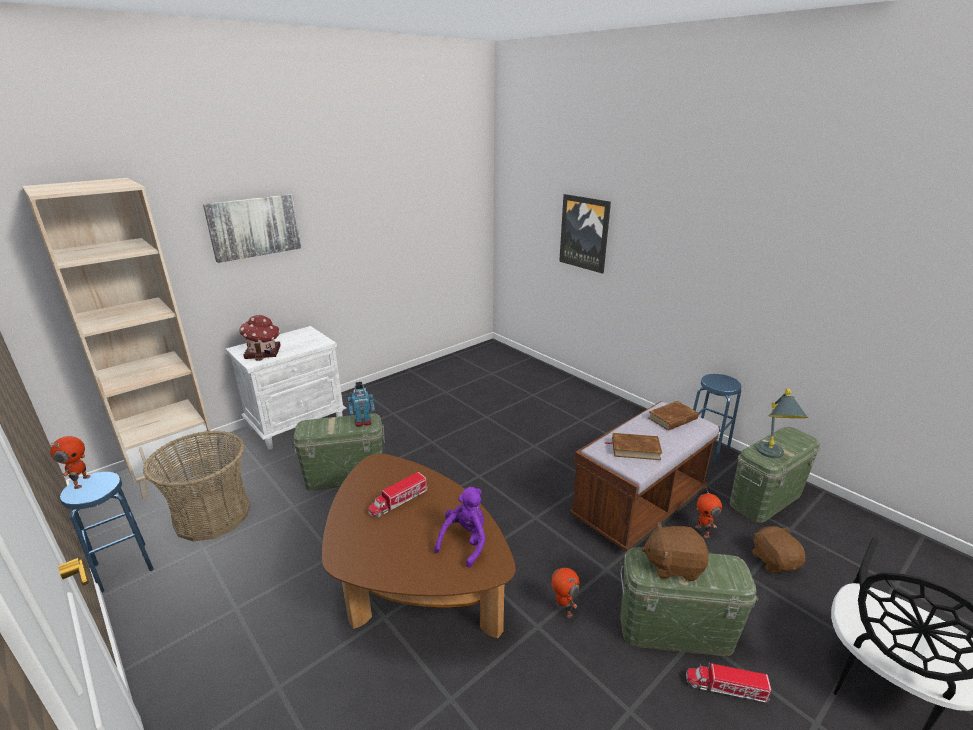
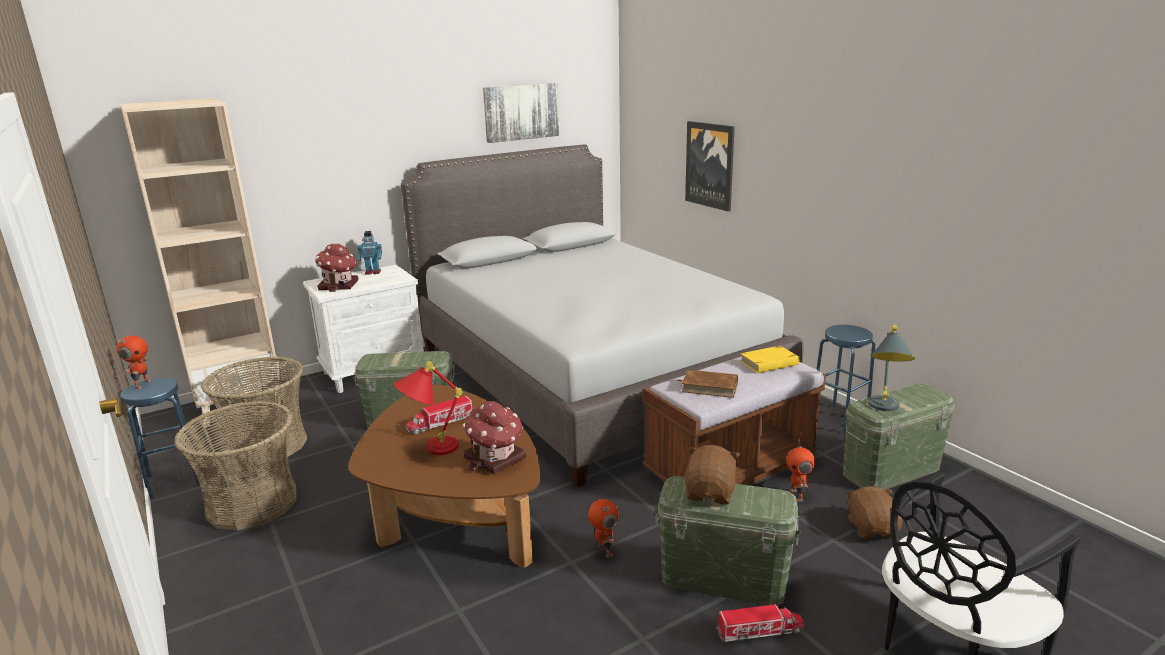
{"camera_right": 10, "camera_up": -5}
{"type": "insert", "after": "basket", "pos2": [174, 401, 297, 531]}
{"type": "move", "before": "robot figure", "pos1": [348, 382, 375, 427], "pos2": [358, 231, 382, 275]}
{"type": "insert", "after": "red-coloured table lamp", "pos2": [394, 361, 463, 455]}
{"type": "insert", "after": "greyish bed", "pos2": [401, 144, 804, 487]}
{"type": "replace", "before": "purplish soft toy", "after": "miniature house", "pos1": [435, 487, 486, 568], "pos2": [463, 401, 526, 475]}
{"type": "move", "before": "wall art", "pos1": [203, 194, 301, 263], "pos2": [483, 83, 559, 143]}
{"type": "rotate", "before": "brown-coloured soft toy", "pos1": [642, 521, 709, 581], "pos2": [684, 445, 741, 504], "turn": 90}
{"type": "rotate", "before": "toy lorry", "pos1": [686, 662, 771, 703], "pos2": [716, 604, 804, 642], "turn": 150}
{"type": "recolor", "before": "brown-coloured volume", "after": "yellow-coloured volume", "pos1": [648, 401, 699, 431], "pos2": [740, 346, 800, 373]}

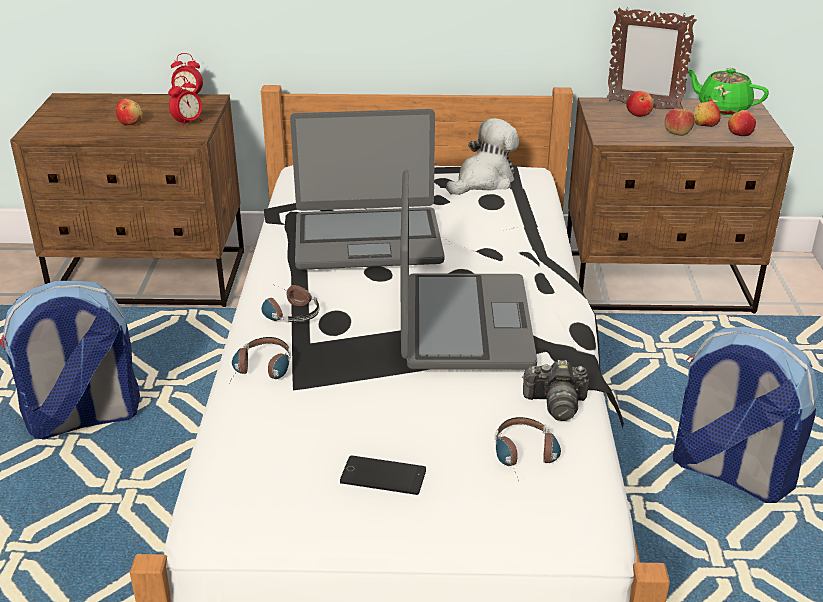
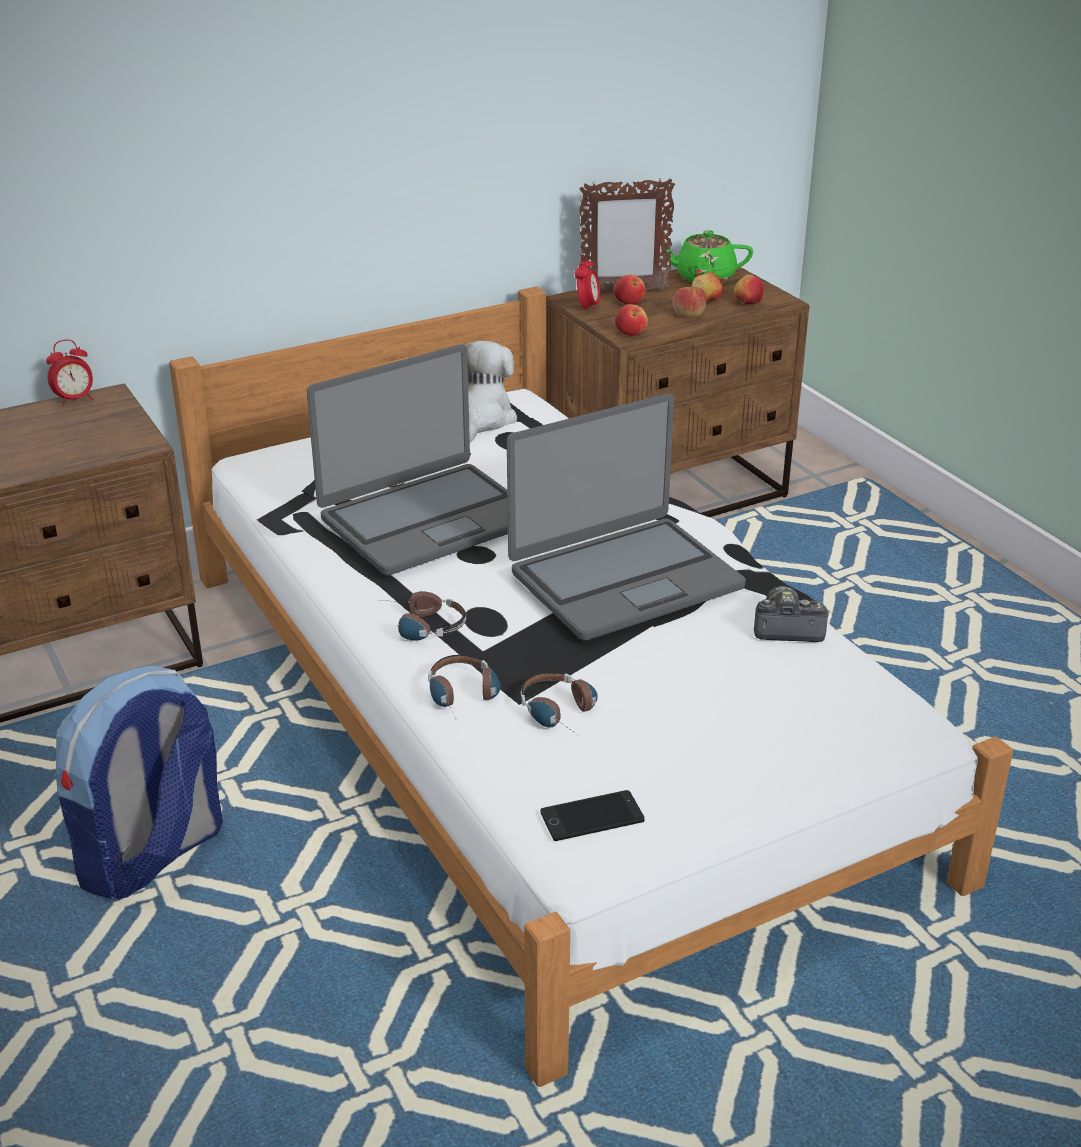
{"camera_right": -30, "camera_up": 0}
{"type": "rotate", "before": "portable computer", "pos1": [400, 169, 537, 370], "pos2": [507, 393, 746, 641], "turn": 90}
{"type": "move", "before": "pair of headphones", "pos1": [494, 417, 561, 481], "pos2": [521, 673, 598, 734]}
{"type": "move", "before": "handset", "pos1": [340, 456, 426, 495], "pos2": [541, 790, 645, 841]}
{"type": "move", "before": "table clock", "pos1": [168, 76, 202, 128], "pos2": [575, 254, 600, 313]}
{"type": "move", "before": "whole apple", "pos1": [116, 99, 143, 125], "pos2": [615, 304, 648, 336]}
{"type": "rotate", "before": "photo camera", "pos1": [522, 360, 589, 421], "pos2": [754, 586, 830, 642], "turn": -150}
{"type": "delete", "before": "knapsack", "pos1": [673, 327, 818, 503]}

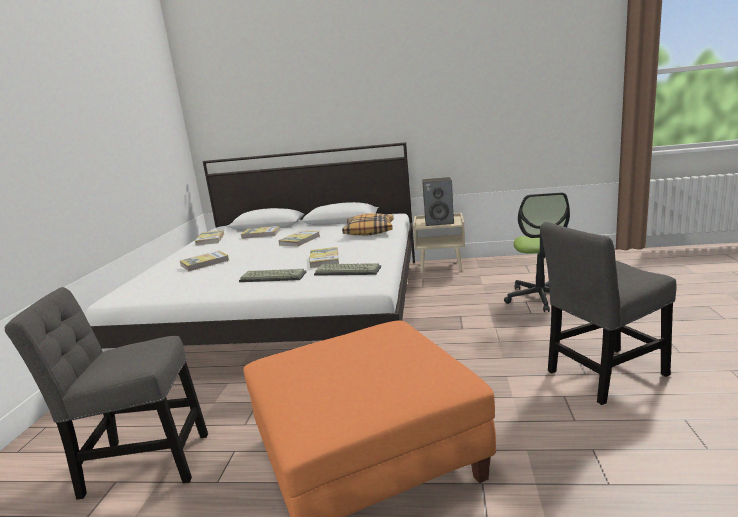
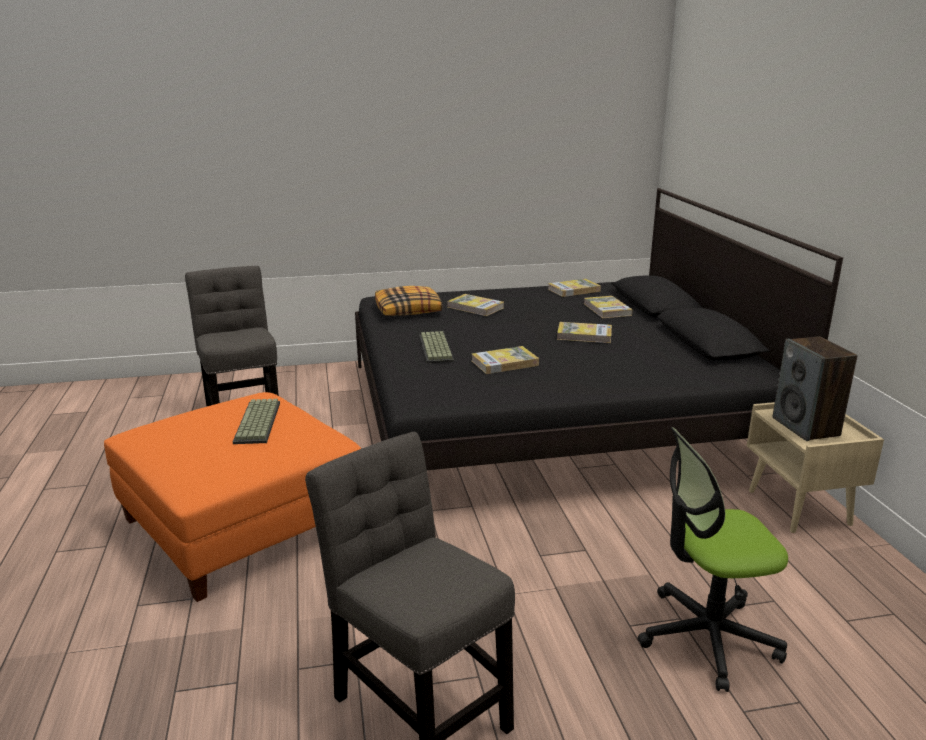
{"camera_right": 70, "camera_up": 5}
{"type": "move", "before": "computer keyboard", "pos1": [314, 263, 381, 276], "pos2": [233, 399, 280, 444]}
{"type": "recolor", "before": "whitish bed", "after": "black bed", "pos1": [86, 142, 415, 349], "pos2": [355, 188, 843, 470]}
{"type": "move", "before": "throw pillow", "pos1": [342, 213, 393, 236], "pos2": [375, 286, 443, 316]}

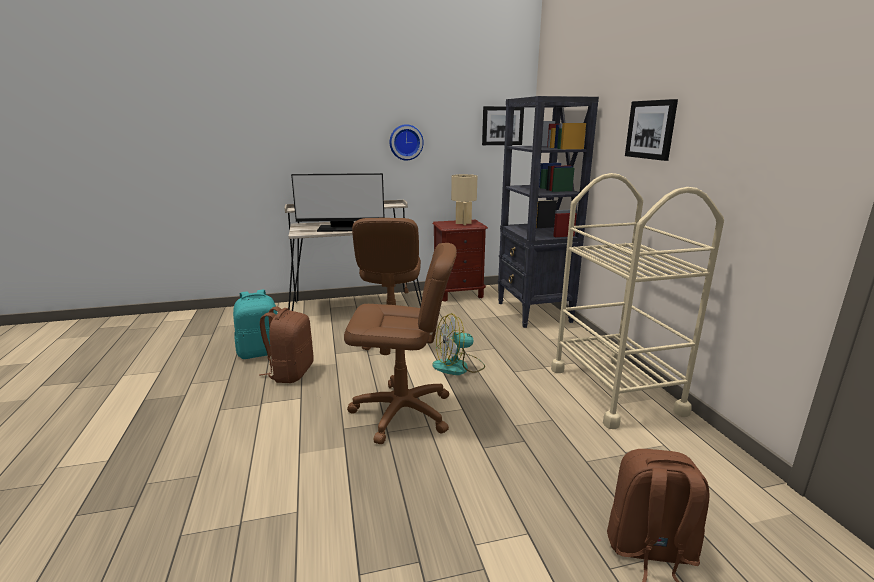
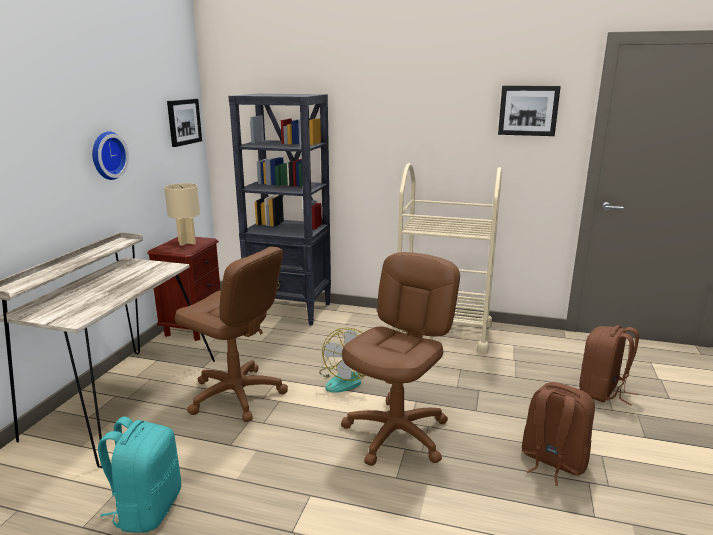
{"camera_right": -60, "camera_up": 0}
{"type": "move", "before": "wall art", "pos1": [625, 99, 678, 161], "pos2": [498, 86, 561, 136]}
{"type": "move", "before": "brown-coloured knapsack", "pos1": [259, 306, 314, 383], "pos2": [521, 382, 595, 486]}
{"type": "delete", "before": "computer display", "pos1": [291, 173, 385, 232]}

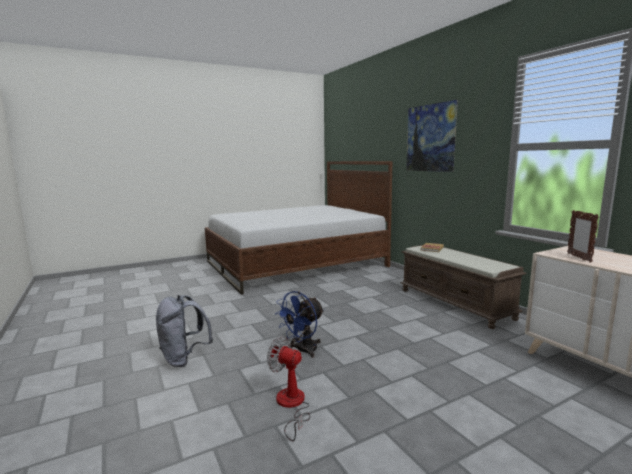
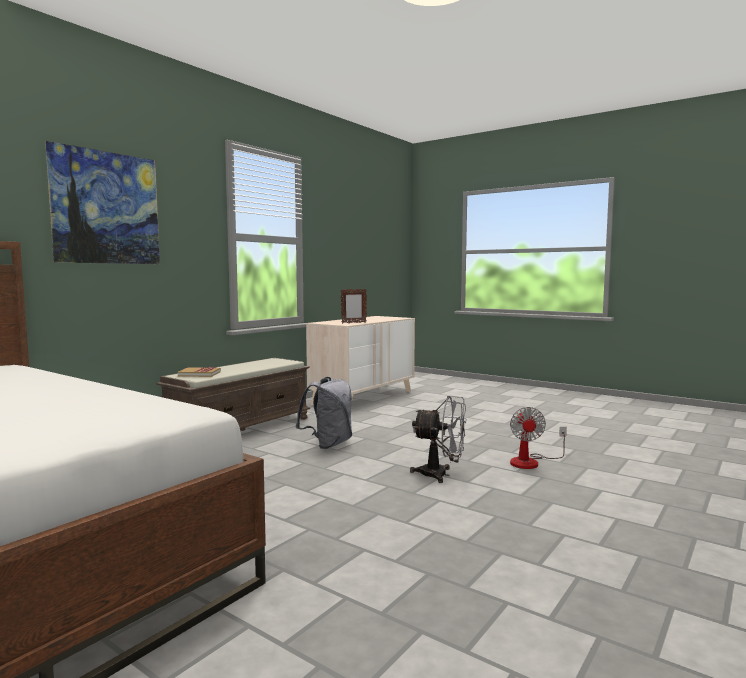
{"camera_right": -115, "camera_up": -5}
{"type": "move", "before": "greyish knapsack", "pos1": [156, 295, 213, 367], "pos2": [296, 377, 352, 449]}
{"type": "recolor", "before": "bluish fan", "after": "greyish fan", "pos1": [275, 291, 324, 358], "pos2": [410, 396, 467, 483]}

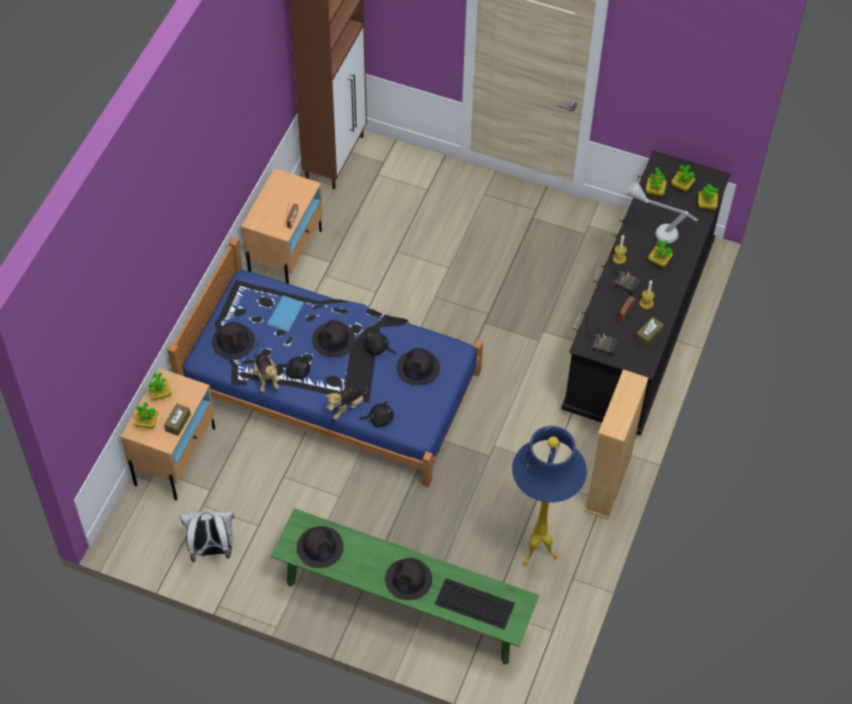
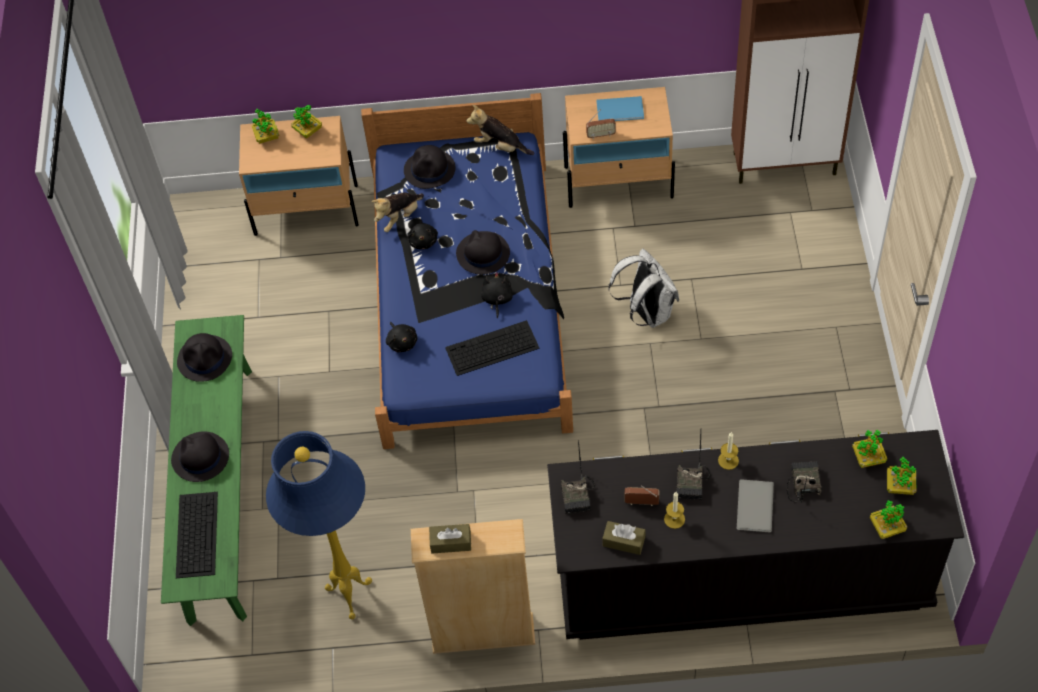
{"camera_right": 70, "camera_up": 0}
{"type": "move", "before": "brown-coloured box of tissues", "pos1": [164, 404, 191, 436], "pos2": [429, 524, 471, 553]}
{"type": "replace", "before": "black clothing hat", "after": "computer keyboard", "pos1": [396, 348, 440, 385], "pos2": [445, 320, 540, 376]}
{"type": "move", "before": "soft toy", "pos1": [326, 388, 369, 420], "pos2": [466, 105, 534, 155]}
{"type": "move", "before": "bluish volume", "pos1": [267, 296, 303, 332], "pos2": [596, 96, 644, 121]}
{"type": "move", "before": "whitish knapsack", "pos1": [180, 511, 235, 562], "pos2": [609, 249, 679, 328]}
{"type": "replace", "before": "plant in a pot", "after": "greyish volume", "pos1": [648, 241, 673, 268], "pos2": [737, 479, 774, 532]}
{"type": "replace", "before": "greyish table lamp", "after": "radio receiver", "pos1": [626, 182, 698, 243], "pos2": [787, 461, 822, 503]}

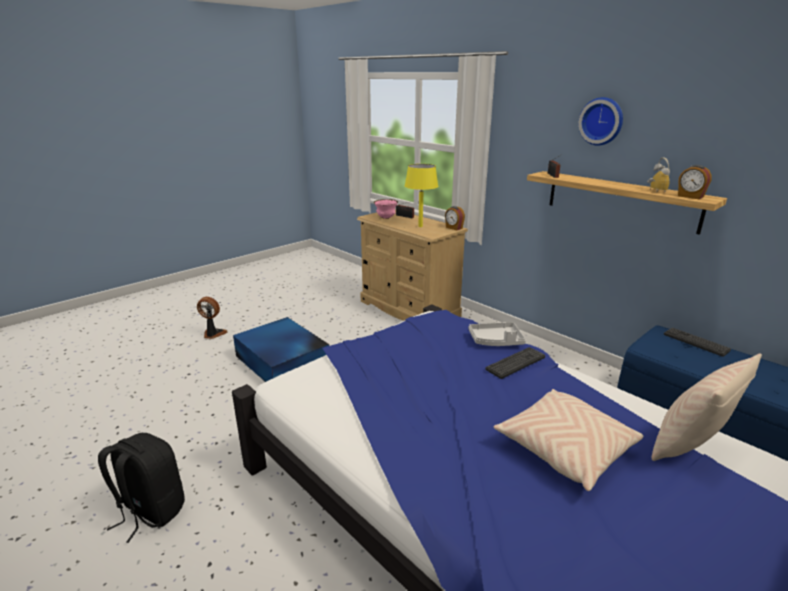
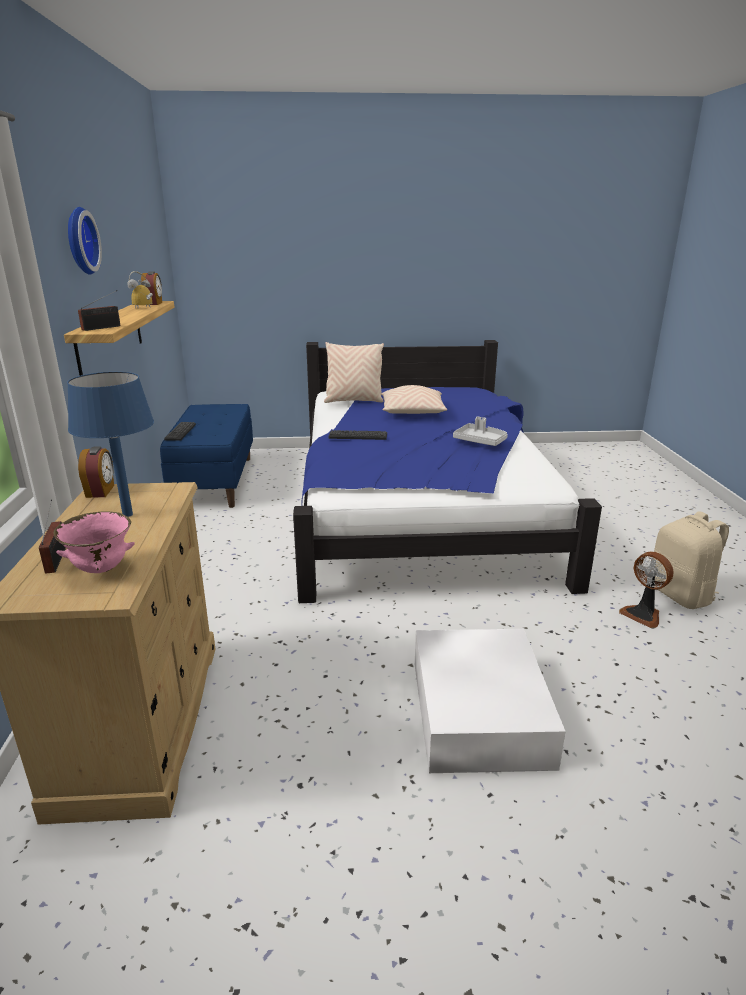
{"camera_right": -140, "camera_up": 0}
{"type": "recolor", "before": "yellow-coloured table lamp", "after": "bluish table lamp", "pos1": [405, 164, 438, 227], "pos2": [67, 372, 154, 517]}
{"type": "recolor", "before": "bluish storage container", "after": "whitish storage container", "pos1": [233, 317, 329, 382], "pos2": [415, 629, 566, 773]}
{"type": "move", "before": "greyish carrying tray", "pos1": [469, 322, 526, 346], "pos2": [453, 417, 508, 446]}
{"type": "move", "before": "fan", "pos1": [197, 297, 227, 339], "pos2": [619, 552, 673, 628]}
{"type": "recolor", "before": "black knapsack", "after": "sand-coloured knapsack", "pos1": [98, 433, 185, 543], "pos2": [652, 511, 729, 609]}

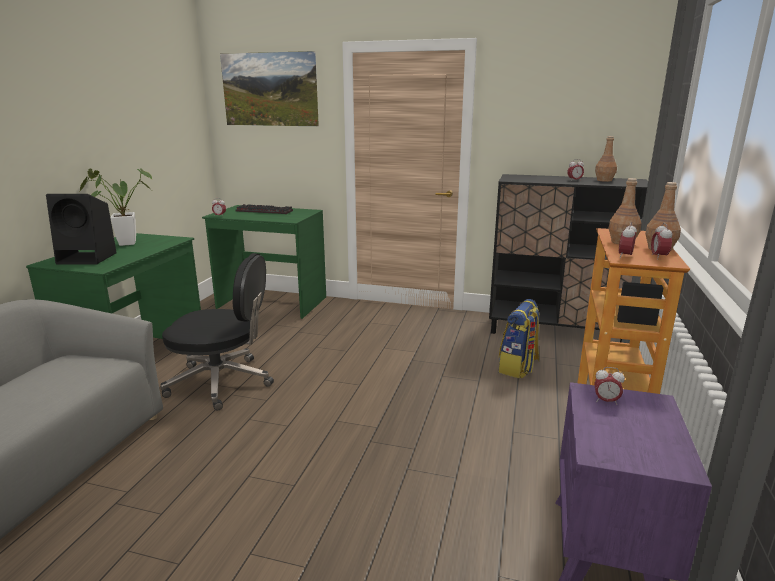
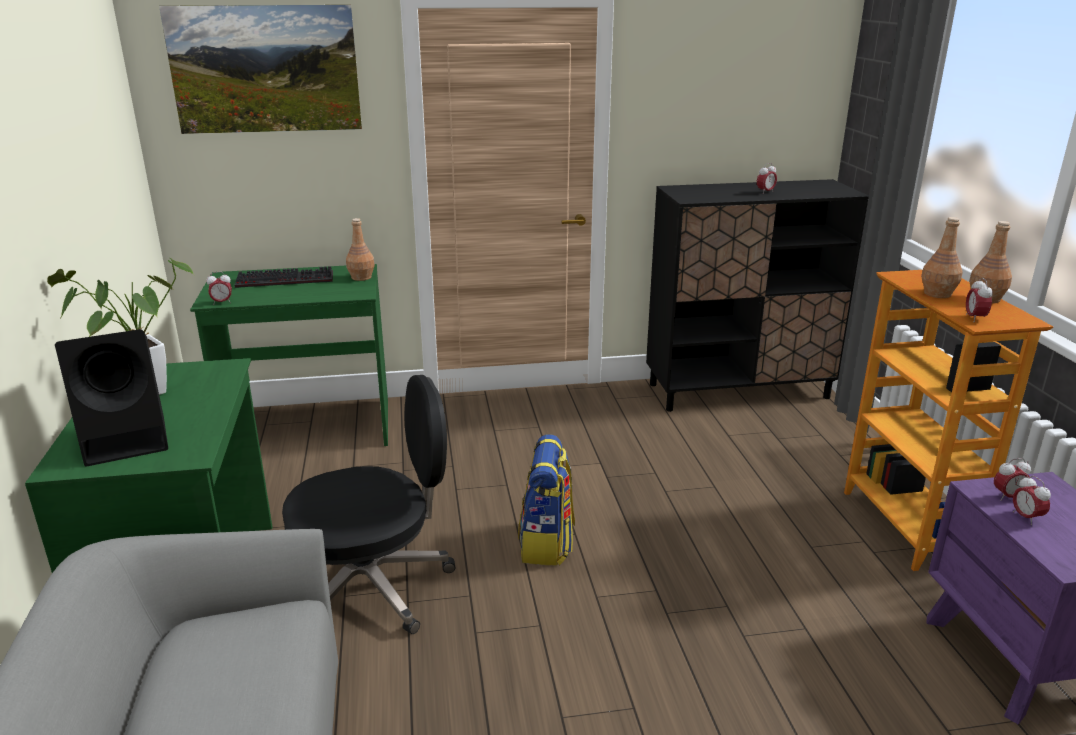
{"camera_right": -25, "camera_up": 5}
{"type": "move", "before": "brown-coloured beverage bottle", "pos1": [595, 136, 617, 182], "pos2": [346, 218, 375, 281]}
{"type": "move", "before": "knapsack", "pos1": [499, 299, 540, 379], "pos2": [518, 434, 575, 566]}
{"type": "move", "before": "table clock", "pos1": [651, 223, 672, 260], "pos2": [1013, 475, 1051, 525]}

